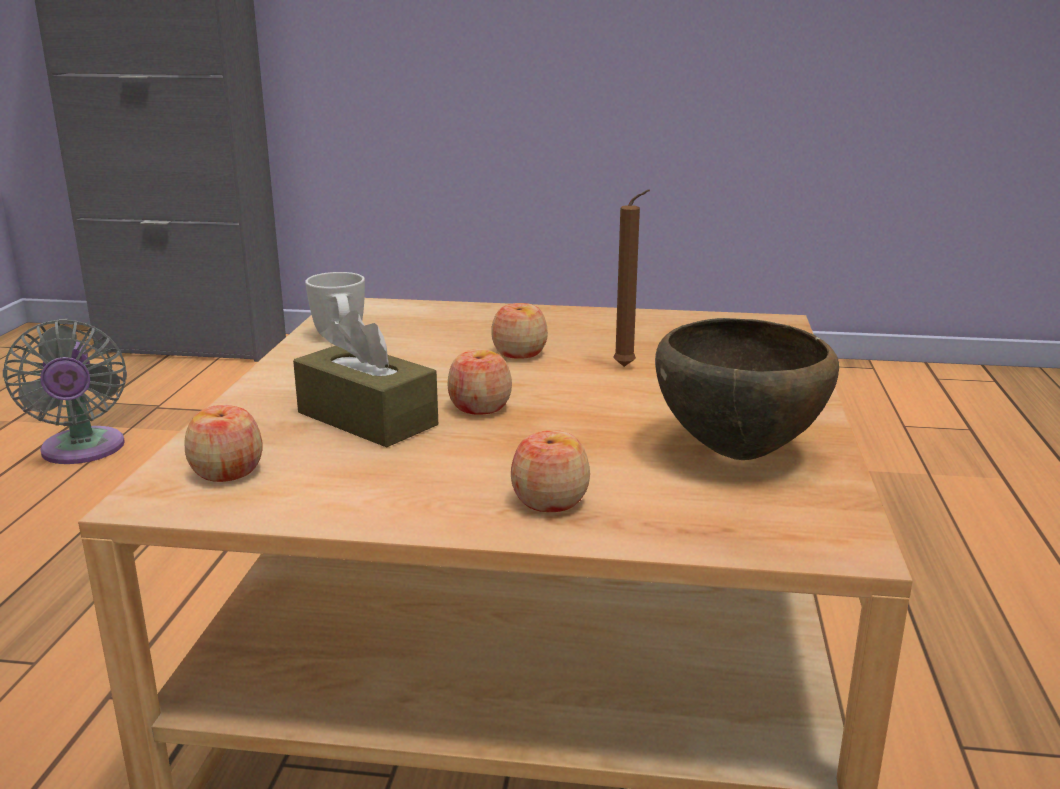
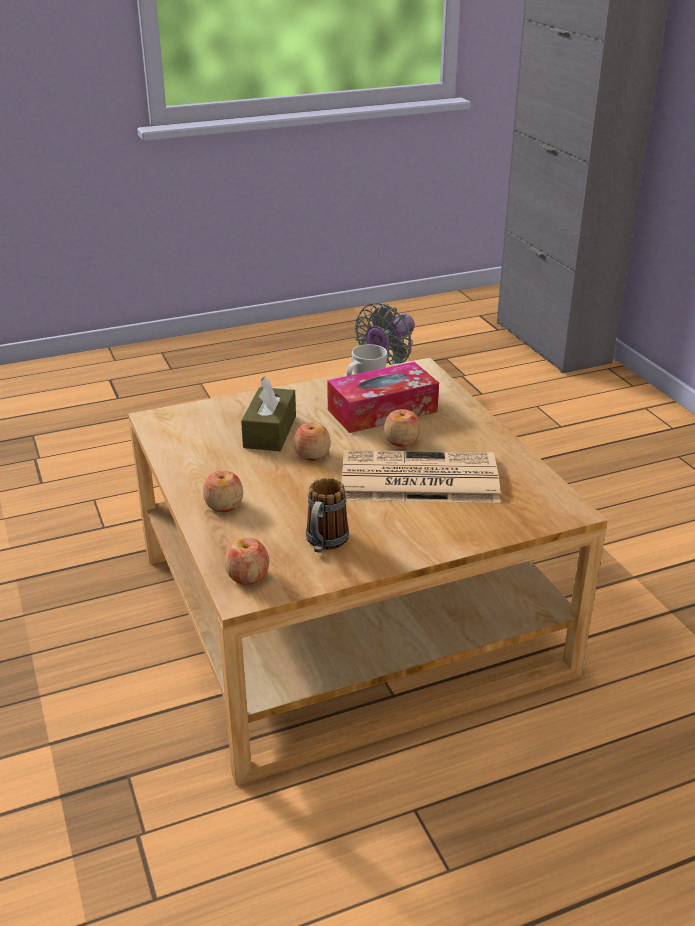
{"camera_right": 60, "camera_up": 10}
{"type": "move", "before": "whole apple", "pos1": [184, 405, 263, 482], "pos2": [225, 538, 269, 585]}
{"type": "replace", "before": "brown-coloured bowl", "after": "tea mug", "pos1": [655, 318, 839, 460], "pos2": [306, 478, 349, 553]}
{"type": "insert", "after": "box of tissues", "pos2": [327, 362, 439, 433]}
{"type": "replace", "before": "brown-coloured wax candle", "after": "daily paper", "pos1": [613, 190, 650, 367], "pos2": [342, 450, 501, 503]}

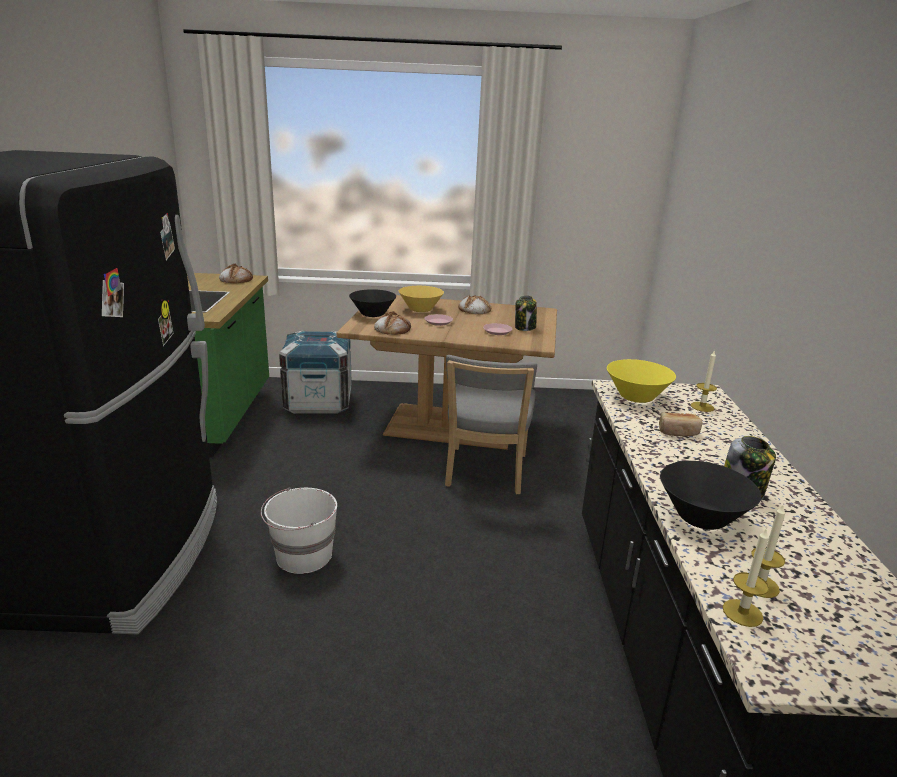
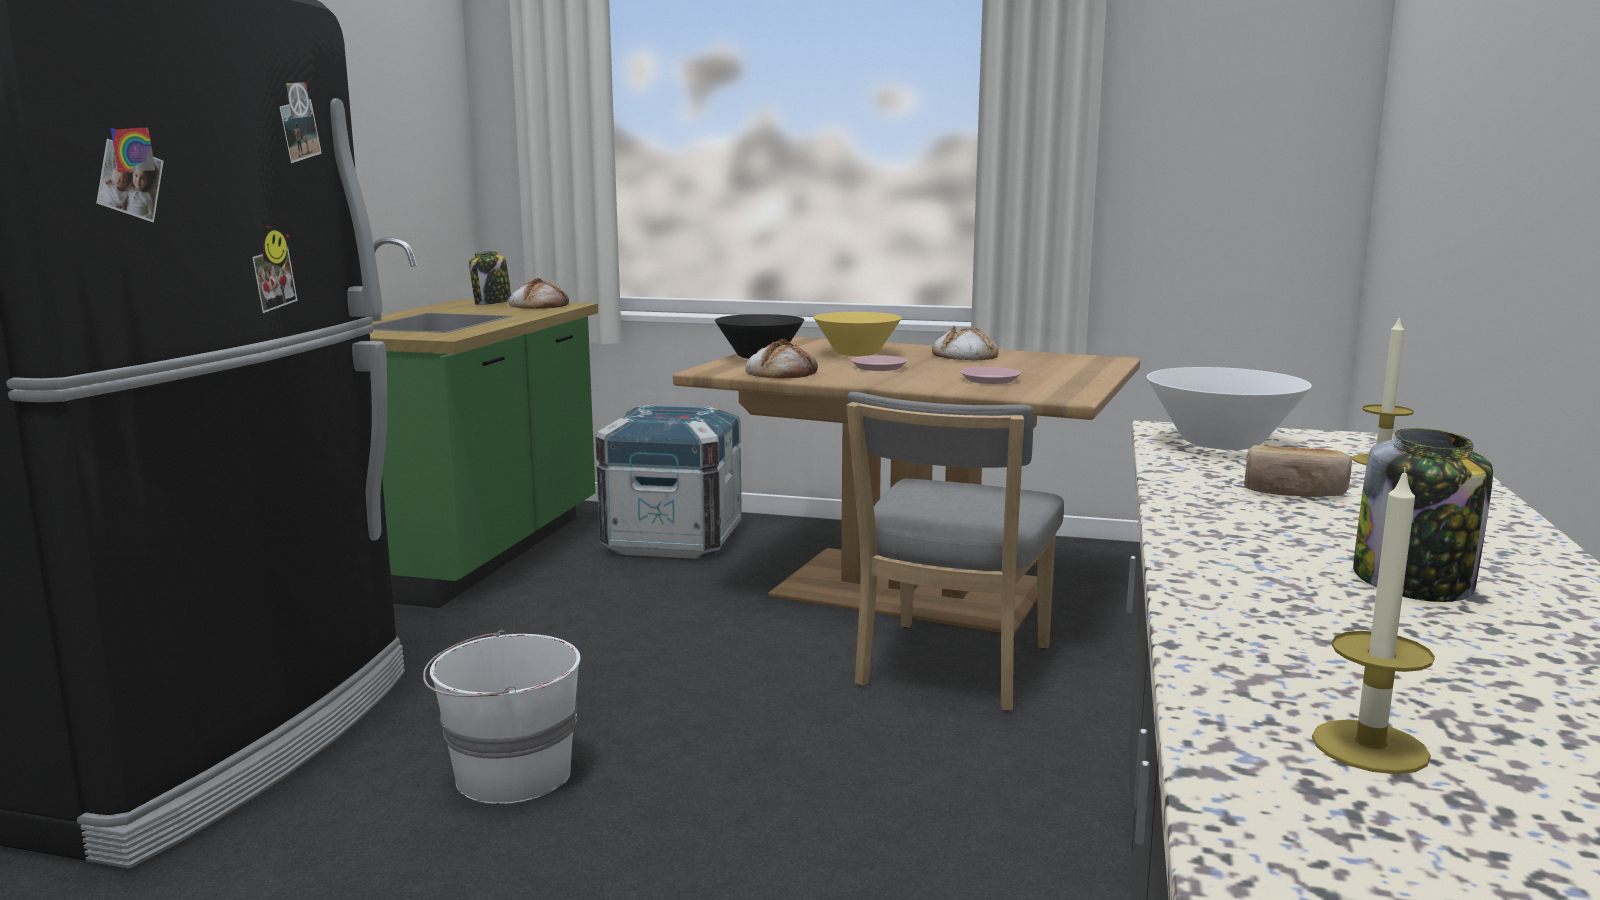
{"camera_right": 15, "camera_up": -10}
{"type": "move", "before": "storage jar", "pos1": [515, 295, 537, 331], "pos2": [469, 251, 511, 305]}
{"type": "recolor", "before": "yellow-coloured bowl", "after": "whitish bowl", "pos1": [607, 359, 676, 403], "pos2": [1146, 367, 1312, 450]}
{"type": "delete", "before": "black bowl", "pos1": [660, 461, 761, 530]}
{"type": "delete", "before": "wax candle", "pos1": [723, 527, 769, 627]}

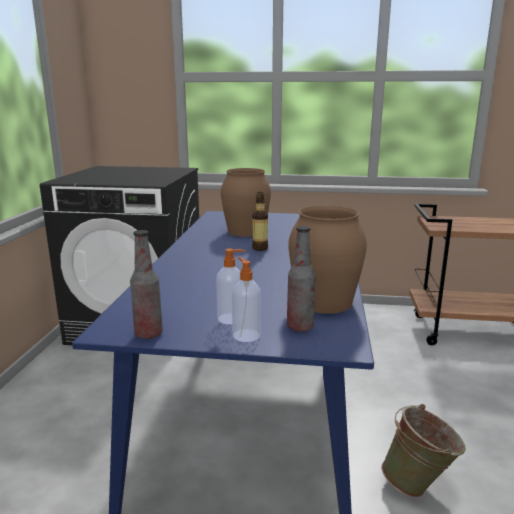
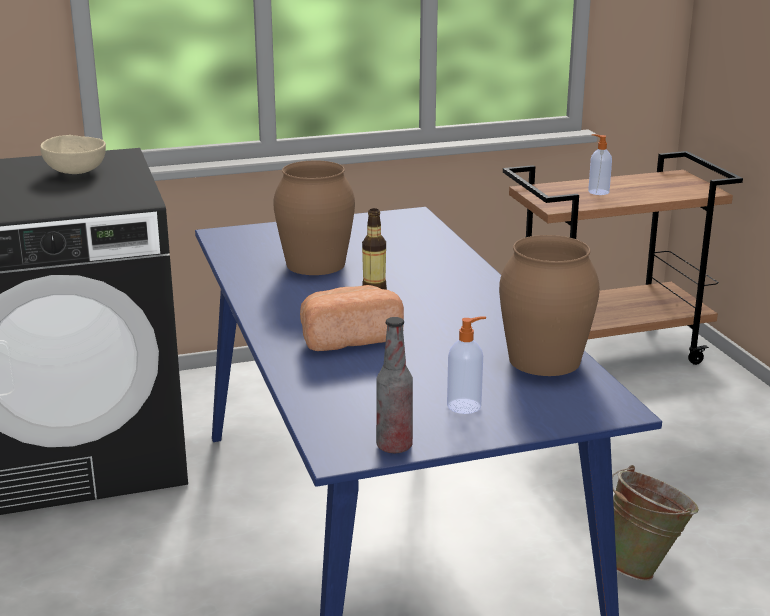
{"camera_right": -25, "camera_up": 5}
{"type": "insert", "after": "sand-coloured bowl", "pos2": [40, 135, 106, 174]}
{"type": "insert", "after": "bread", "pos2": [300, 285, 404, 351]}
{"type": "move", "before": "soap bottle", "pos1": [232, 257, 261, 342], "pos2": [588, 134, 612, 195]}
{"type": "delete", "before": "beverage bottle", "pos1": [287, 226, 316, 332]}

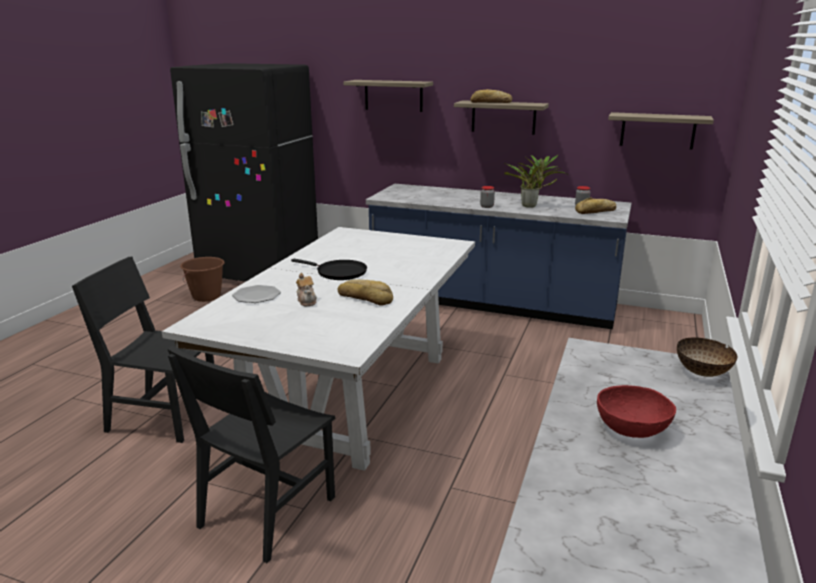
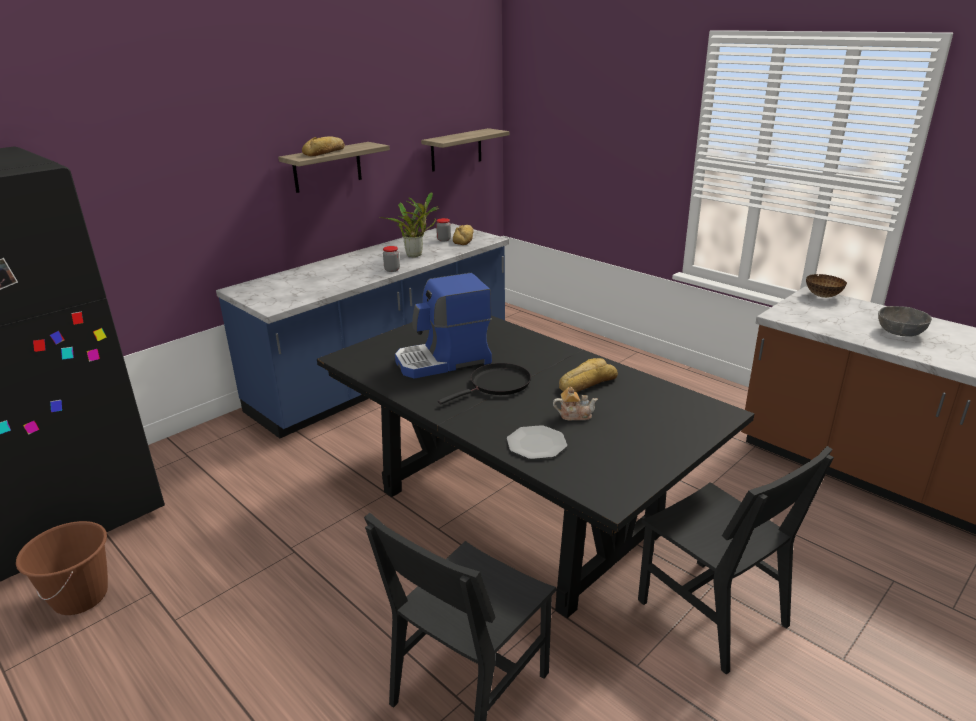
{"camera_right": -65, "camera_up": 5}
{"type": "recolor", "before": "whitish kitchen table", "after": "black kitchen table", "pos1": [161, 227, 475, 471], "pos2": [317, 315, 754, 618]}
{"type": "insert", "after": "coffee brewer", "pos2": [395, 273, 492, 379]}
{"type": "recolor", "before": "red-coloured bowl", "after": "greyish bowl", "pos1": [597, 385, 676, 438], "pos2": [878, 306, 932, 337]}
{"type": "delete", "before": "bracket shelf", "pos1": [344, 80, 433, 112]}

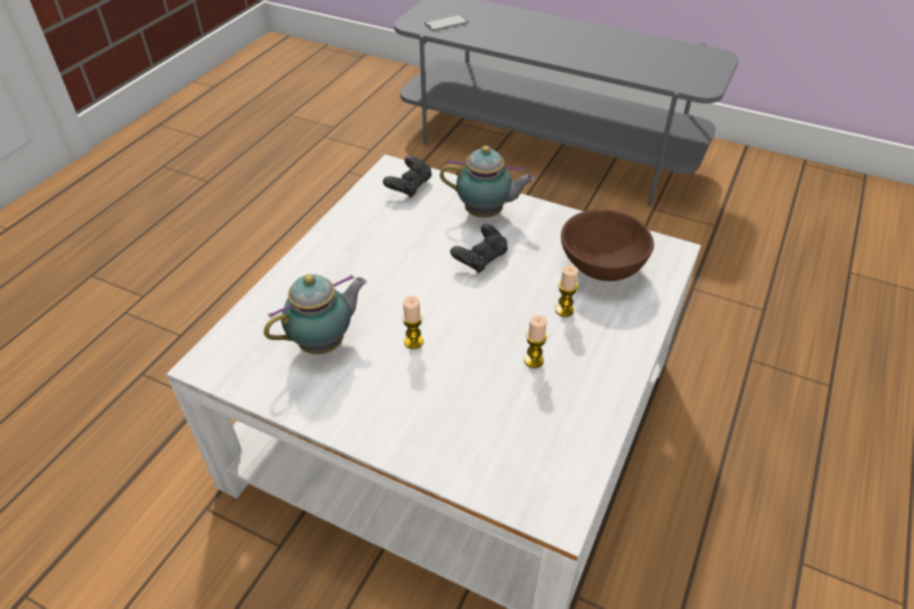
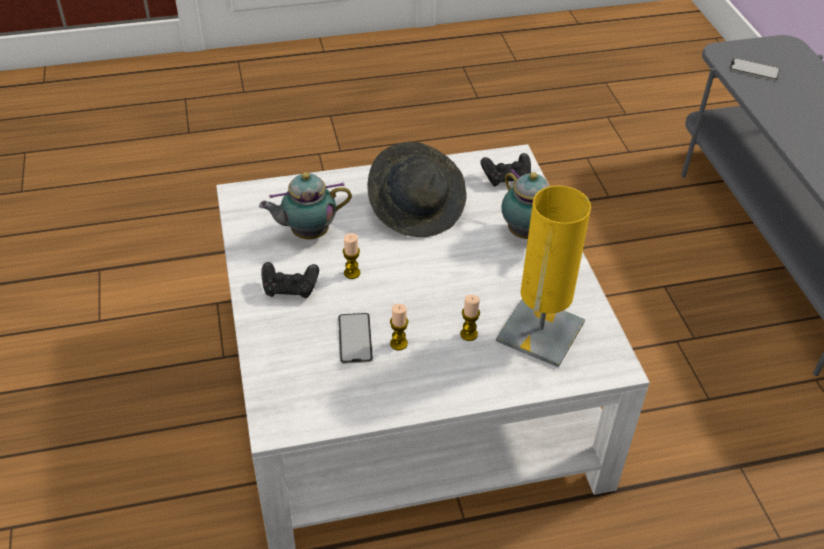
{"camera_right": 50, "camera_up": 0}
{"type": "rotate", "before": "pot for tea", "pos1": [264, 274, 367, 354], "pos2": [259, 172, 352, 239], "turn": 150}
{"type": "move", "before": "black joypad", "pos1": [450, 224, 508, 273], "pos2": [261, 262, 319, 298]}
{"type": "insert", "after": "handset", "pos2": [338, 313, 373, 364]}
{"type": "insert", "after": "greyish clothing hat", "pos2": [367, 142, 467, 237]}
{"type": "replace", "before": "brown-coloured bowl", "after": "yellow-coloured table lamp", "pos1": [561, 209, 654, 281], "pos2": [496, 186, 591, 367]}

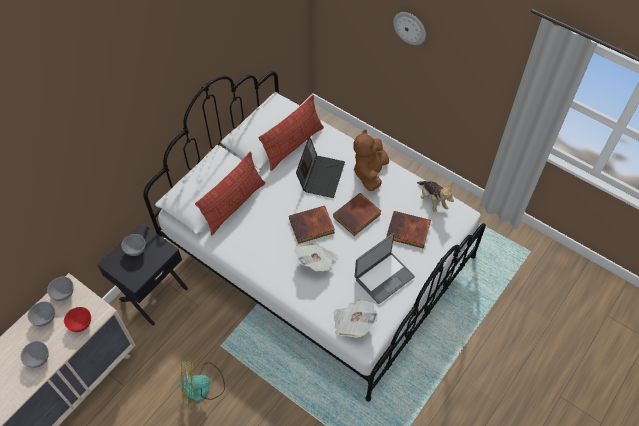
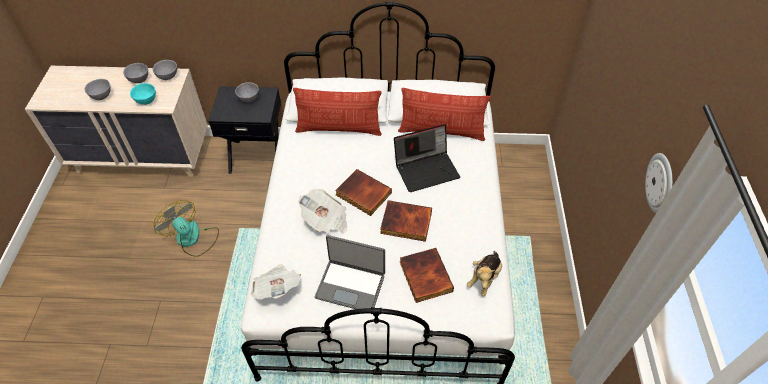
{"camera_right": 55, "camera_up": -5}
{"type": "recolor", "before": "red-coloured bowl", "after": "blue-green bowl", "pos1": [64, 307, 91, 332], "pos2": [130, 83, 156, 105]}
{"type": "move", "before": "hanging clock", "pos1": [393, 12, 426, 45], "pos2": [645, 153, 673, 214]}
{"type": "delete", "before": "brown-coloured soft toy", "pos1": [354, 129, 389, 191]}

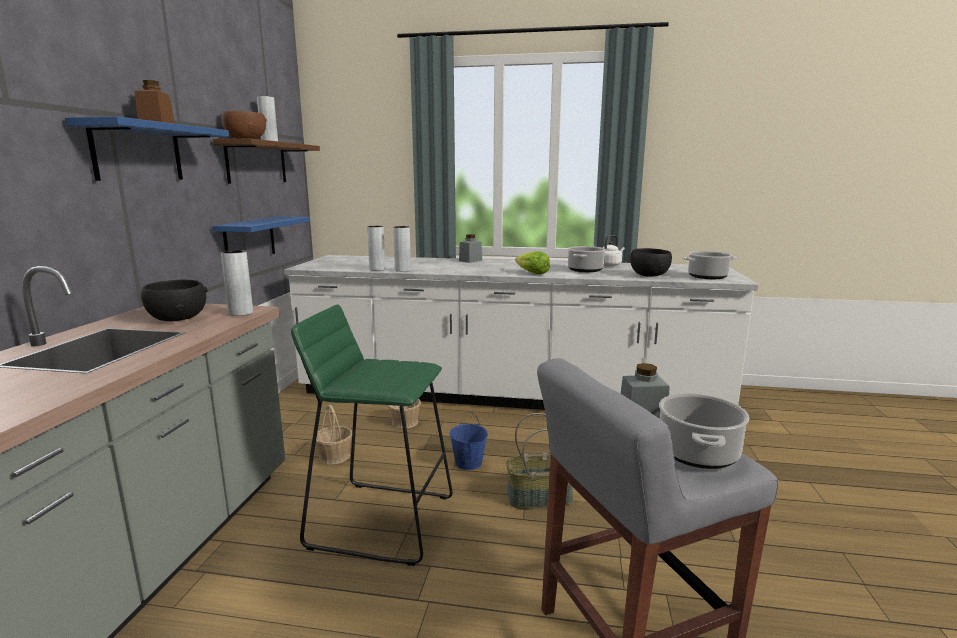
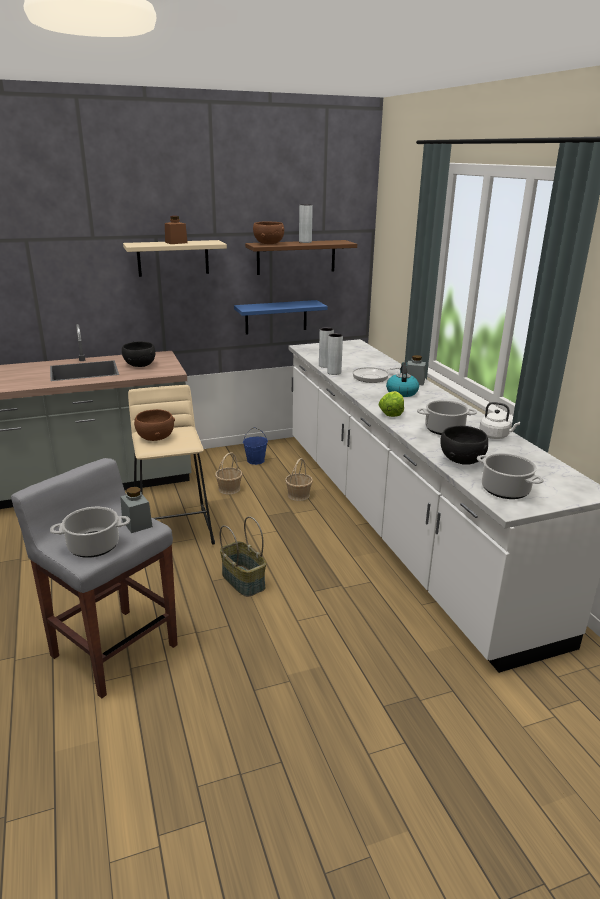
{"camera_right": 60, "camera_up": 10}
{"type": "recolor", "before": "bluish bracket shelf", "after": "sand-coloured bracket shelf", "pos1": [65, 116, 229, 181], "pos2": [123, 240, 227, 277]}
{"type": "recolor", "before": "greenish stool seat", "after": "sand-coloured stool seat", "pos1": [291, 305, 453, 566], "pos2": [128, 385, 215, 545]}
{"type": "insert", "after": "brown-coloured bowl", "pos2": [134, 409, 175, 441]}
{"type": "move", "before": "bluish water bucket", "pos1": [449, 411, 488, 470], "pos2": [243, 427, 268, 465]}
{"type": "insert", "after": "frying pan", "pos2": [352, 367, 401, 383]}
{"type": "insert", "after": "water kettle", "pos2": [386, 362, 419, 397]}
{"type": "delete", "before": "greyish vase", "pos1": [221, 250, 253, 316]}

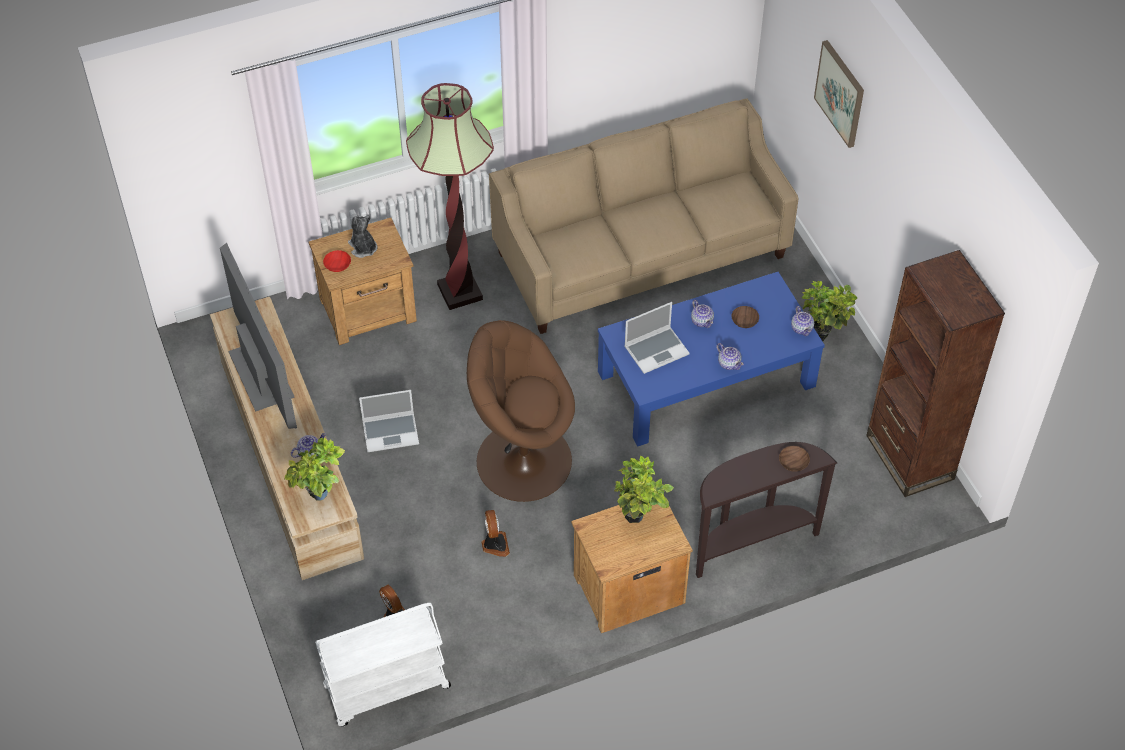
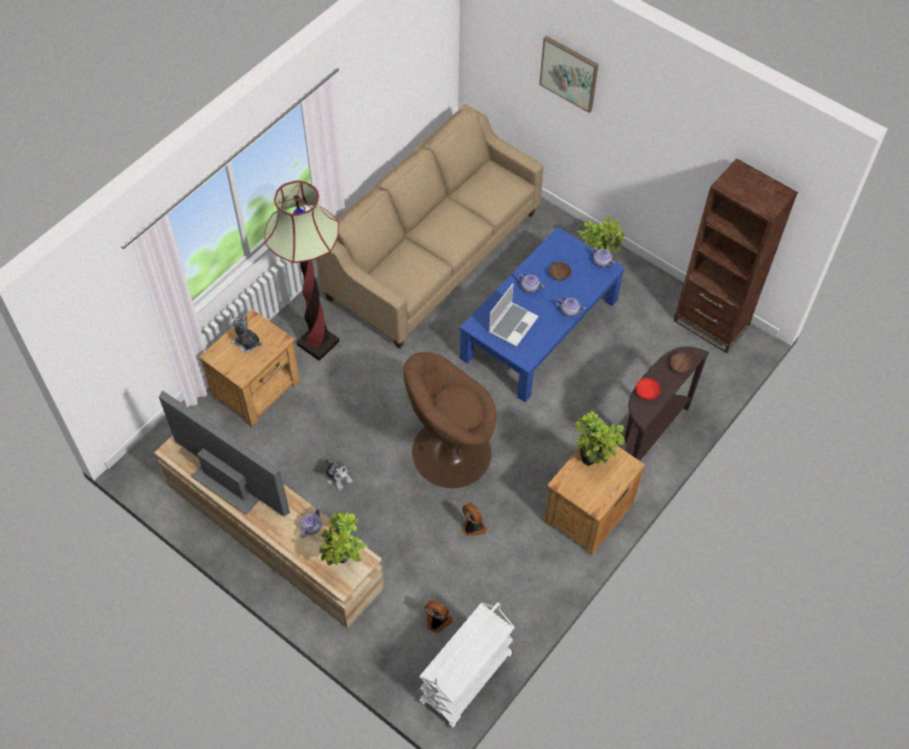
{"camera_right": -30, "camera_up": 5}
{"type": "replace", "before": "portable computer", "after": "soft toy", "pos1": [359, 390, 419, 452], "pos2": [325, 458, 353, 491]}
{"type": "move", "before": "red-coloured bowl", "pos1": [323, 250, 351, 272], "pos2": [636, 378, 661, 400]}

